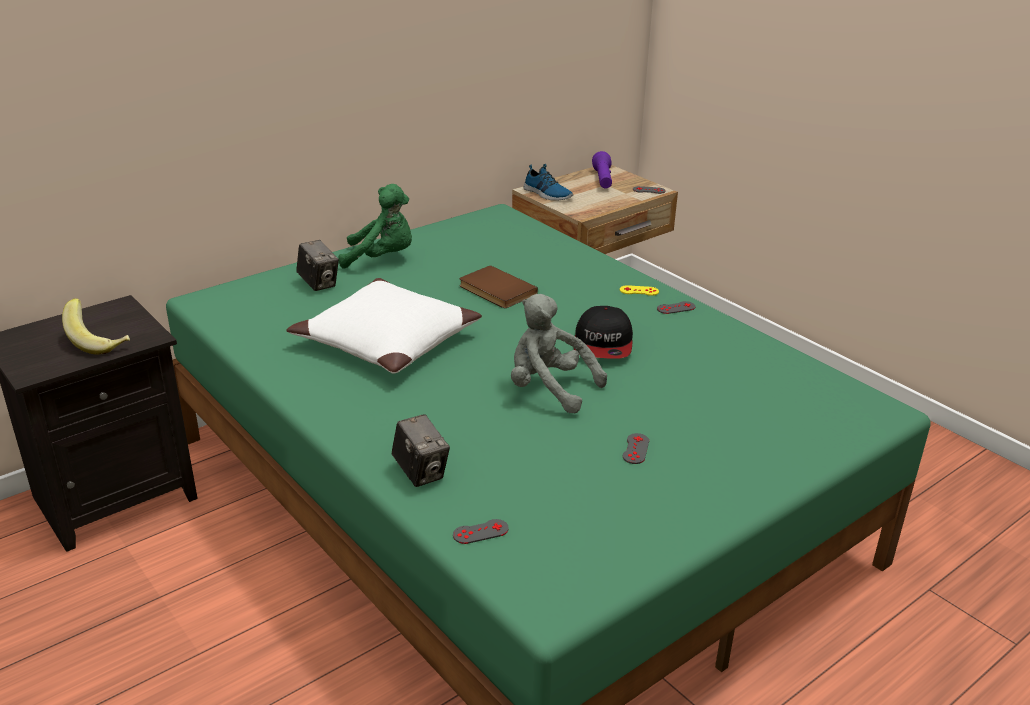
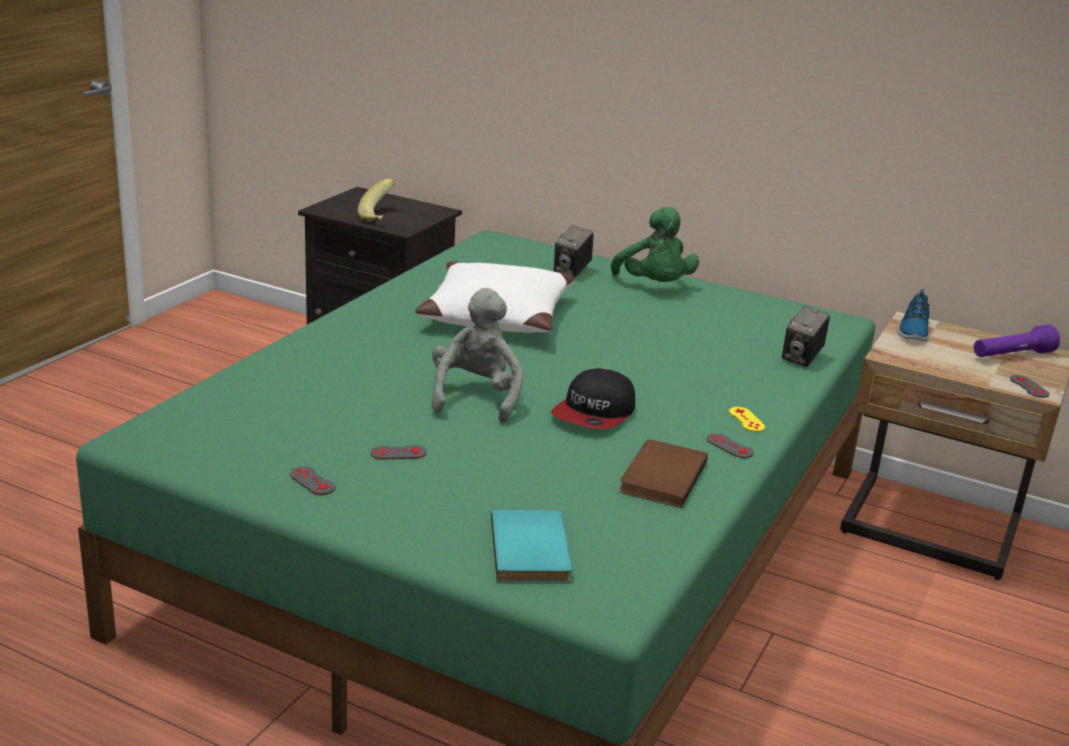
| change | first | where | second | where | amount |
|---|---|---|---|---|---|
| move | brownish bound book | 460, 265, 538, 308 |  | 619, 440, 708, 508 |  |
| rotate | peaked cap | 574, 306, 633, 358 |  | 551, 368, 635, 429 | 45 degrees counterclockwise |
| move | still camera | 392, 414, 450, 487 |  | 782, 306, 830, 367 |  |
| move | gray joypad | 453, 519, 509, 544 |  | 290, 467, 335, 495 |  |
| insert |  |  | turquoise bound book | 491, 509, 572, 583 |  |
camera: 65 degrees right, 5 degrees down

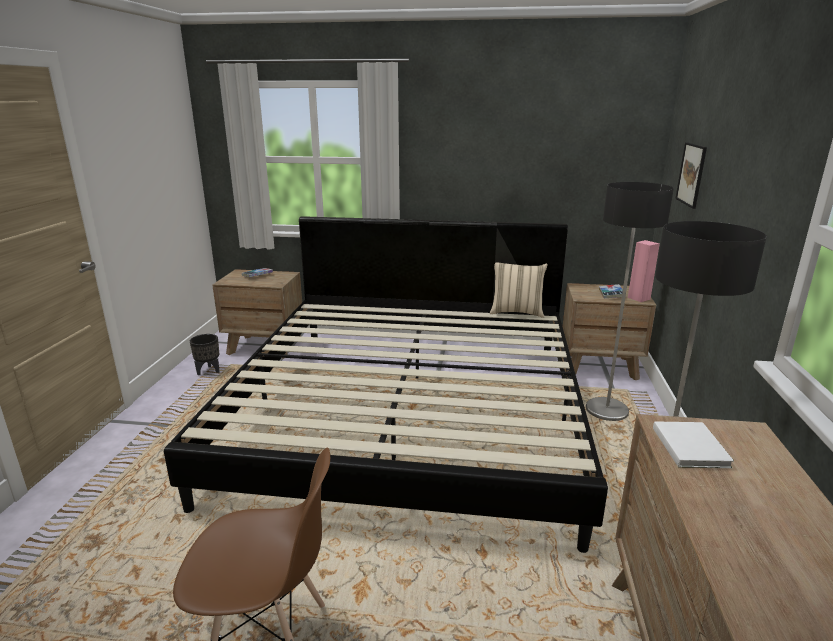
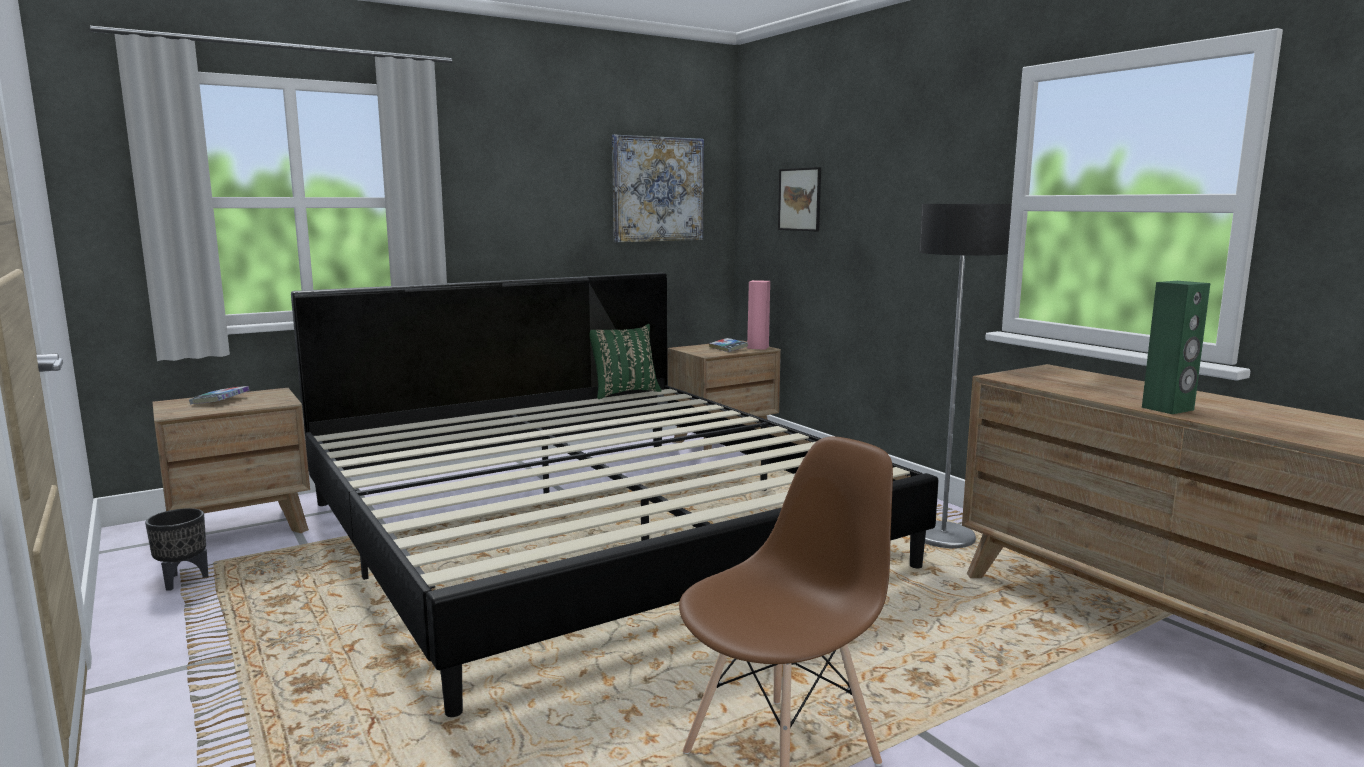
| change | first | where | second | where | amount |
|---|---|---|---|---|---|
| delete | standard lamp | 586, 182, 674, 421 |  |  |  |
| recolor | beige cushion | 490, 262, 547, 318 | greenish cushion | 590, 324, 661, 399 |  |
| delete | whitish bound book | 653, 421, 734, 468 |  |  |  |
| insert |  |  | picture | 612, 135, 704, 242 |  |
| insert |  |  | greenish audio speaker | 1142, 281, 1211, 414 |  |
camera: 40 degrees left, 10 degrees down

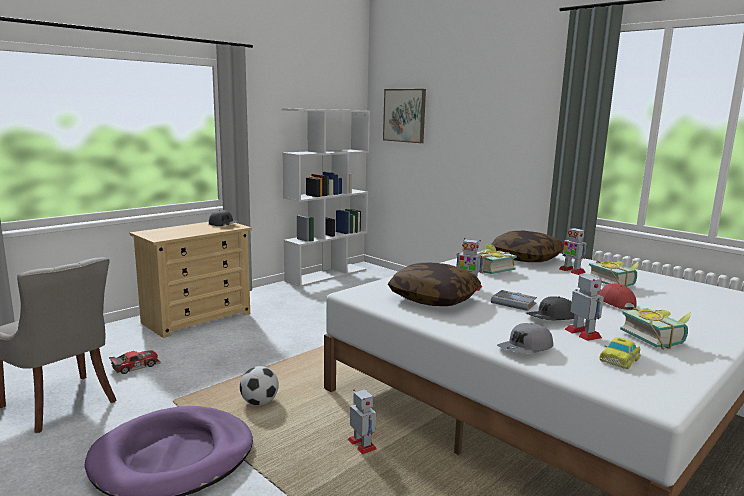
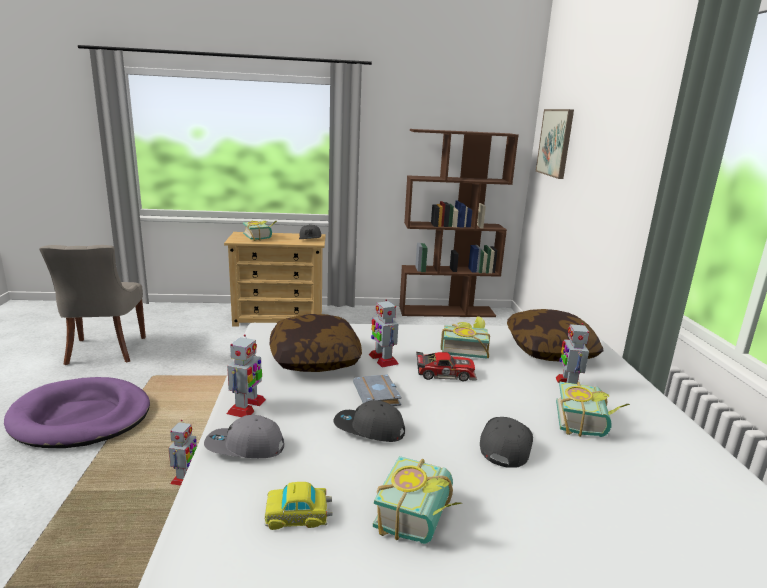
| change | first | where | second | where | amount |
|---|---|---|---|---|---|
| recolor | whitish bookcase | 282, 108, 370, 287 | brownish bookcase | 399, 129, 519, 317 |  |
| move | robot figure | 565, 273, 604, 341 |  | 227, 334, 266, 417 |  |
| recolor | red-coloured peaked cap | 597, 284, 637, 310 | gray peaked cap | 480, 417, 533, 468 |  |
| move | toy car | 109, 350, 161, 374 |  | 416, 352, 477, 381 |  |
| delete | ball for football | 240, 366, 279, 405 |  |  |  |
| insert |  |  | bound book | 243, 221, 277, 241 |  |
camera: 40 degrees right, 5 degrees up

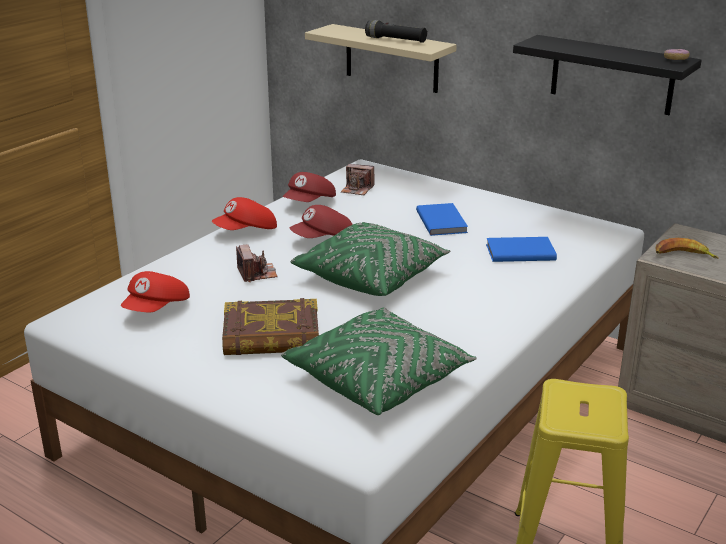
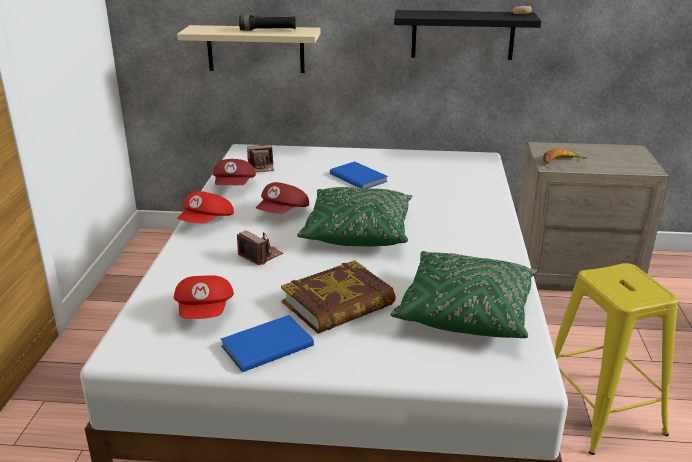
| change | first | where | second | where | amount |
|---|---|---|---|---|---|
| move | blue bound book | 486, 237, 557, 262 |  | 221, 315, 314, 372 |  |
camera: 30 degrees left, 0 degrees up

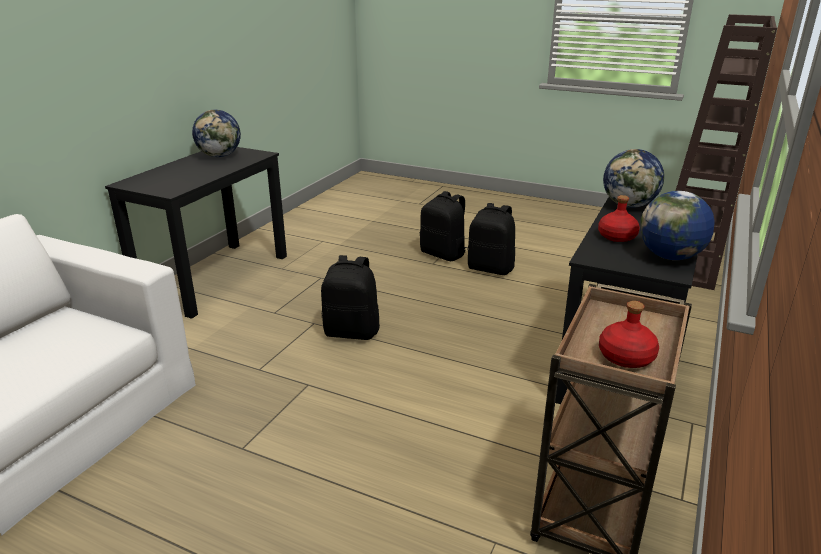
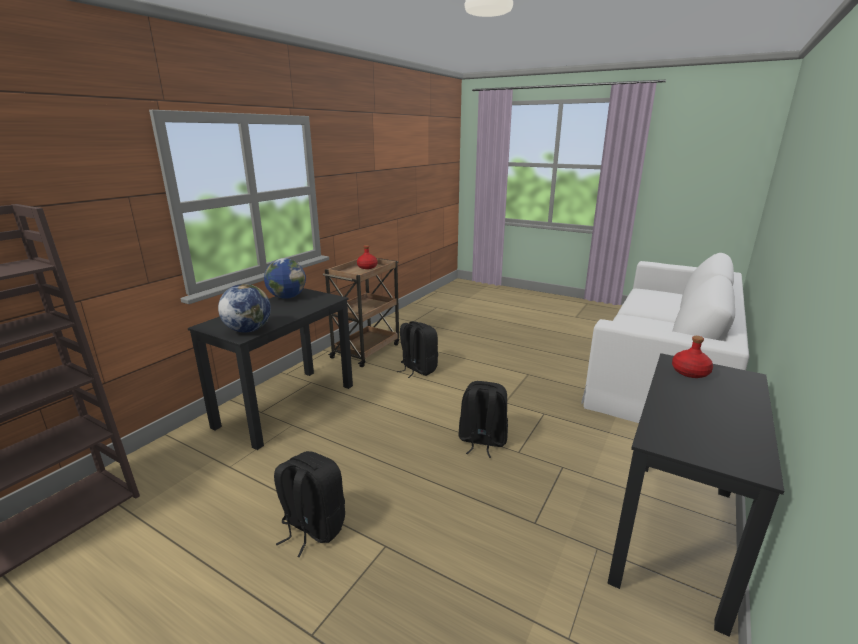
| change | first | where | second | where | amount |
|---|---|---|---|---|---|
| delete | desk globe | 192, 110, 241, 157 |  |  |  |
| move | black-coloured backpack | 420, 191, 467, 261 |  | 397, 321, 438, 378 |  |
| move | red-coloured beverage bottle | 598, 195, 640, 242 |  | 672, 336, 713, 378 |  |
camera: 175 degrees left, 5 degrees down

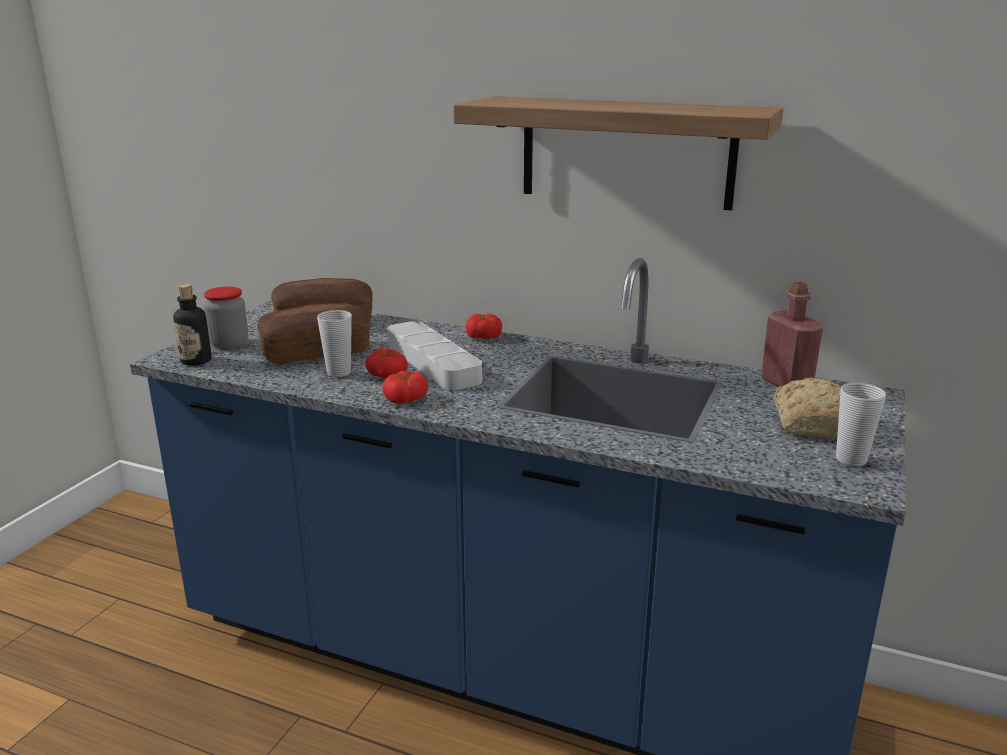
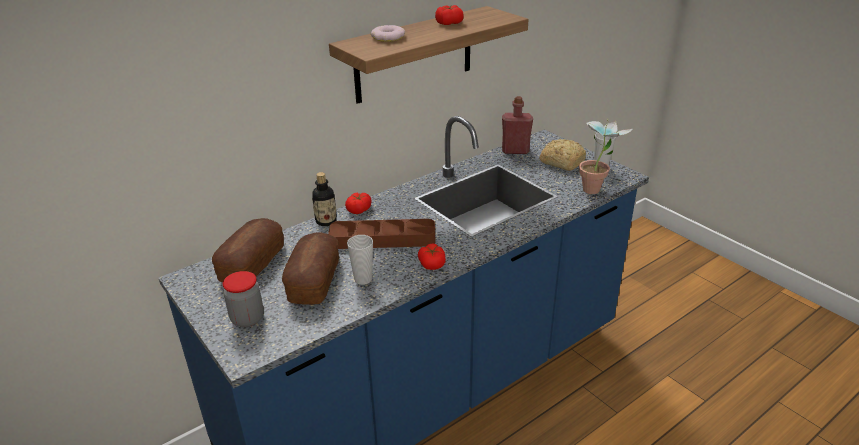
| change | first | where | second | where | amount |
|---|---|---|---|---|---|
| move | beverage bottle | 173, 284, 212, 366 |  | 312, 172, 337, 226 |  |
| recolor | gray carrying tray | 387, 321, 482, 390 | brownish carrying tray | 328, 219, 435, 249 |  |
| move | fresh tomato | 365, 348, 408, 379 |  | 435, 5, 464, 25 |  |
| insert |  |  | doughnut | 371, 25, 405, 42 |  |
| insert |  |  | plant in a pot | 579, 119, 633, 194 |  |
camera: 60 degrees left, 10 degrees up

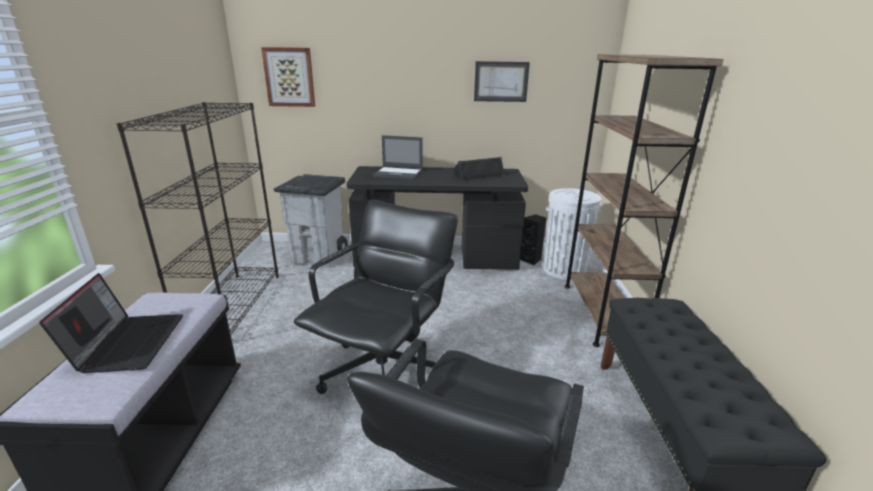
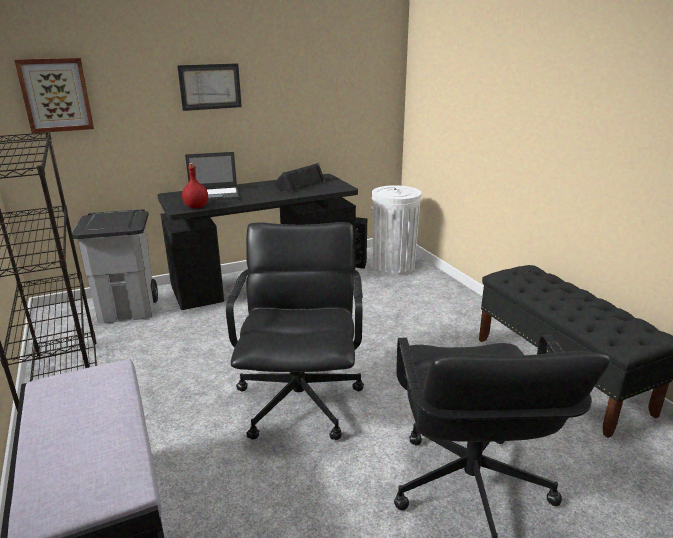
| change | first | where | second | where | amount |
|---|---|---|---|---|---|
| delete | brownish bookcase | 565, 54, 724, 347 |  |  |  |
| move | picture | 474, 61, 530, 102 |  | 177, 63, 242, 111 |  |
| delete | portable computer | 39, 273, 183, 373 |  |  |  |
| insert |  |  | red-coloured beverage bottle | 182, 163, 208, 208 |  |
camera: 25 degrees left, 0 degrees up

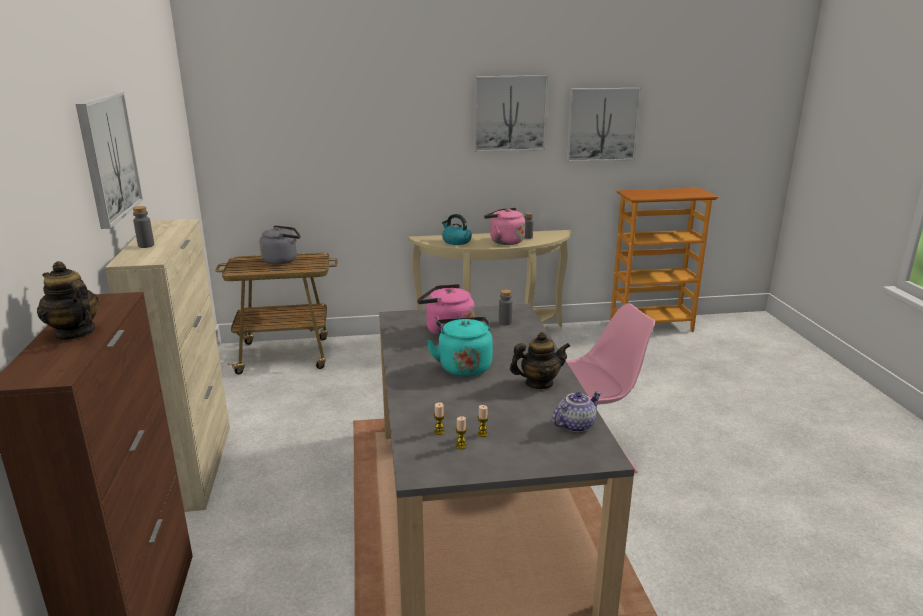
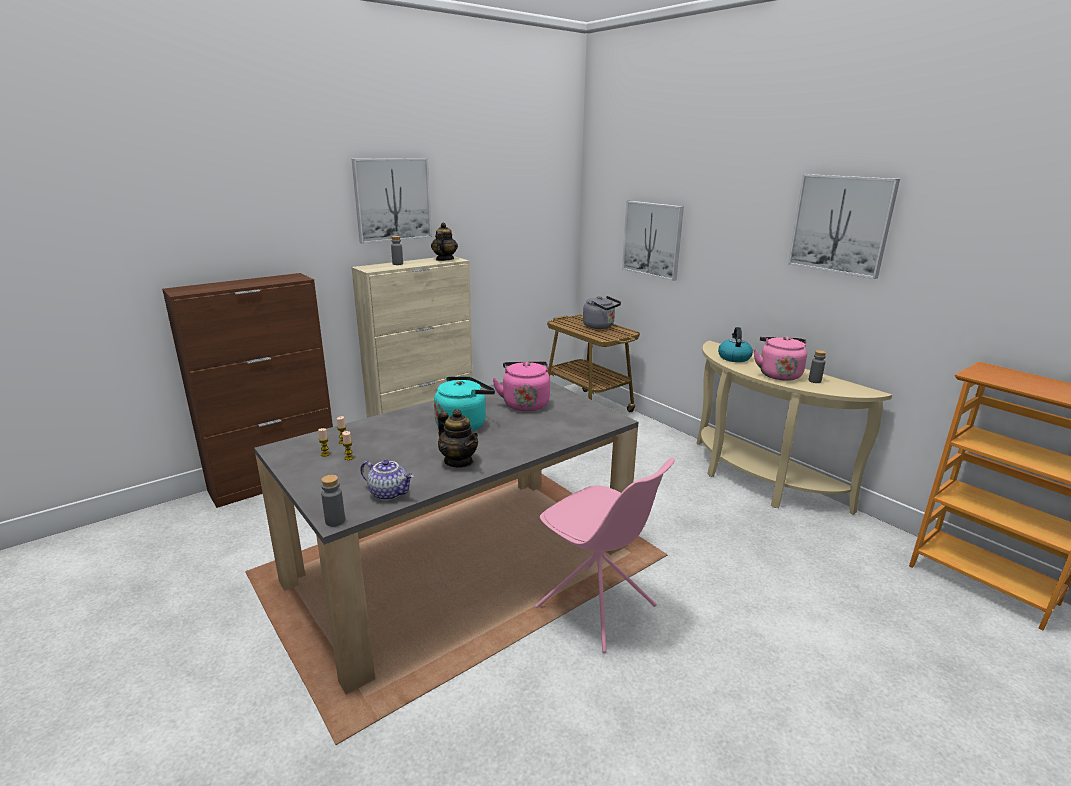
| change | first | where | second | where | amount |
|---|---|---|---|---|---|
| move | picture | 566, 88, 642, 162 |  | 622, 201, 684, 281 |  |
| move | teapot | 37, 261, 99, 341 |  | 431, 222, 458, 261 |  |
| move | gray beverage bottle | 499, 289, 512, 325 |  | 321, 475, 345, 527 |  |
camera: 60 degrees right, 0 degrees up

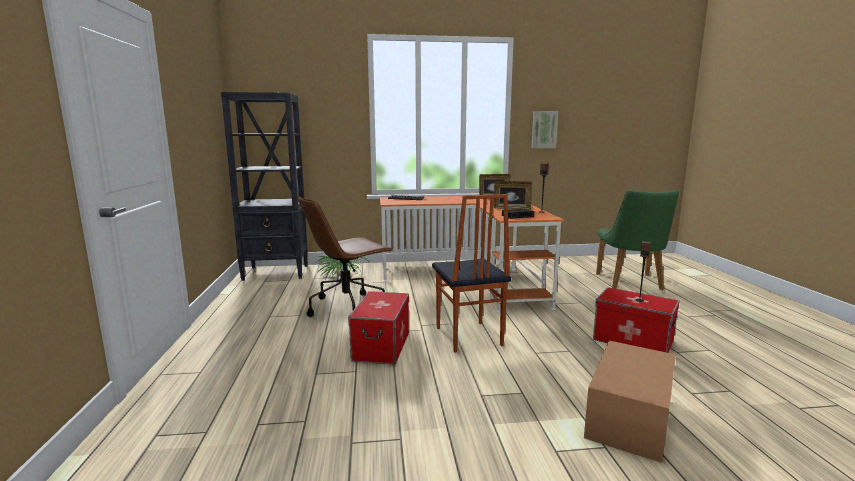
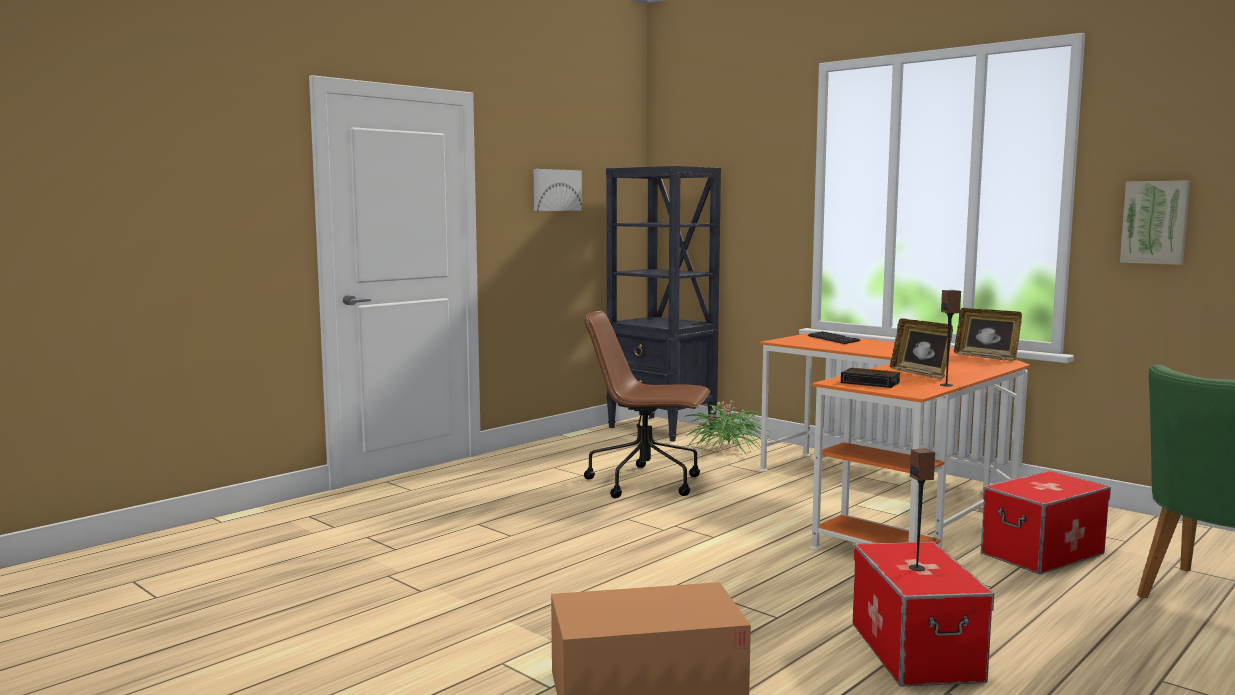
| change | first | where | second | where | amount |
|---|---|---|---|---|---|
| delete | chair | 432, 194, 511, 353 |  |  |  |
| move | storage bin | 348, 291, 409, 364 |  | 981, 471, 1111, 574 |  |
| insert |  |  | picture | 534, 169, 582, 211 |  |
camera: 50 degrees right, 5 degrees down

